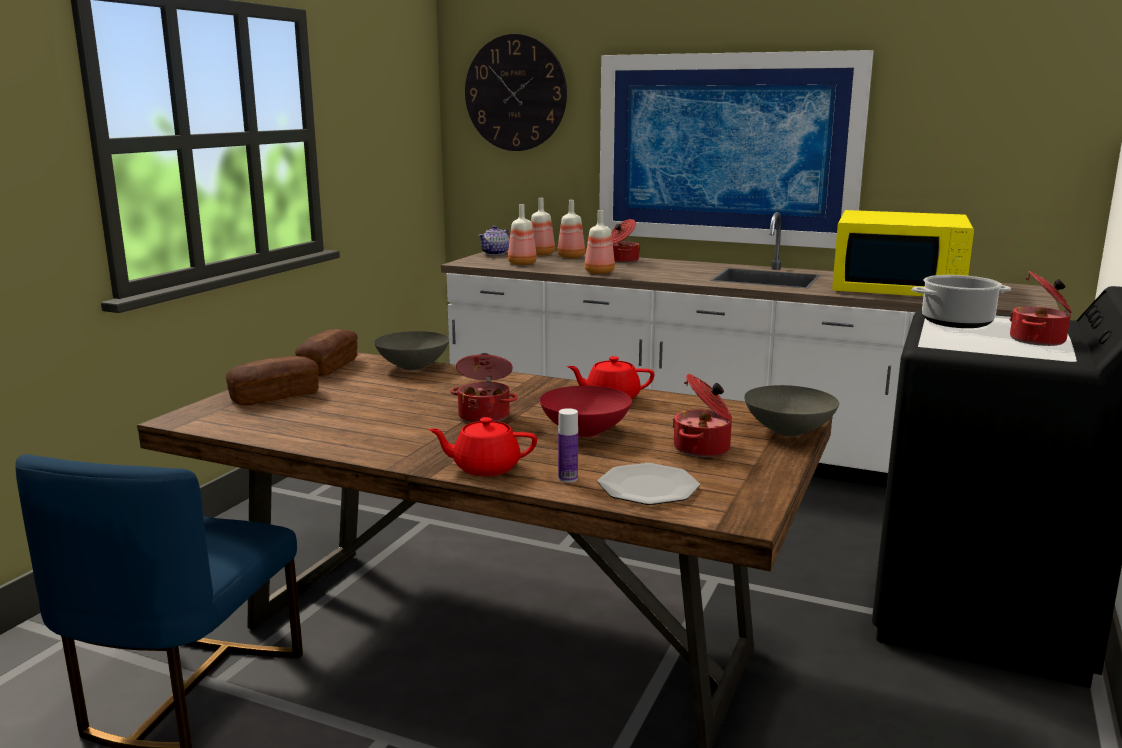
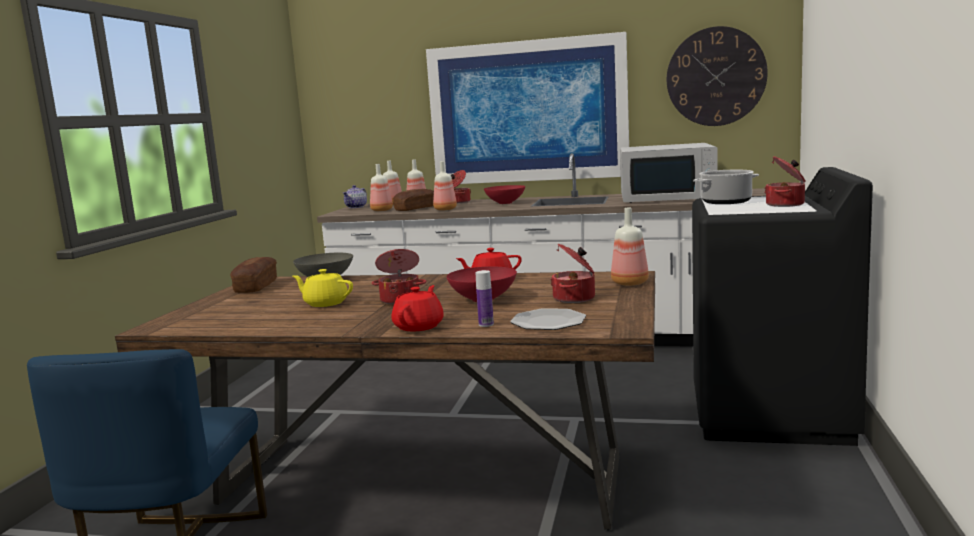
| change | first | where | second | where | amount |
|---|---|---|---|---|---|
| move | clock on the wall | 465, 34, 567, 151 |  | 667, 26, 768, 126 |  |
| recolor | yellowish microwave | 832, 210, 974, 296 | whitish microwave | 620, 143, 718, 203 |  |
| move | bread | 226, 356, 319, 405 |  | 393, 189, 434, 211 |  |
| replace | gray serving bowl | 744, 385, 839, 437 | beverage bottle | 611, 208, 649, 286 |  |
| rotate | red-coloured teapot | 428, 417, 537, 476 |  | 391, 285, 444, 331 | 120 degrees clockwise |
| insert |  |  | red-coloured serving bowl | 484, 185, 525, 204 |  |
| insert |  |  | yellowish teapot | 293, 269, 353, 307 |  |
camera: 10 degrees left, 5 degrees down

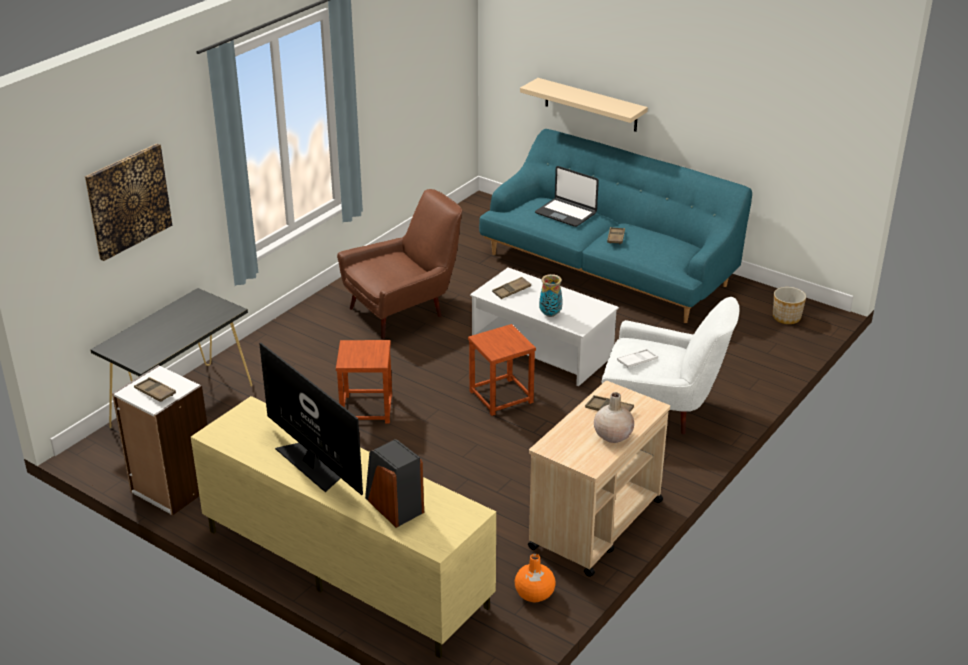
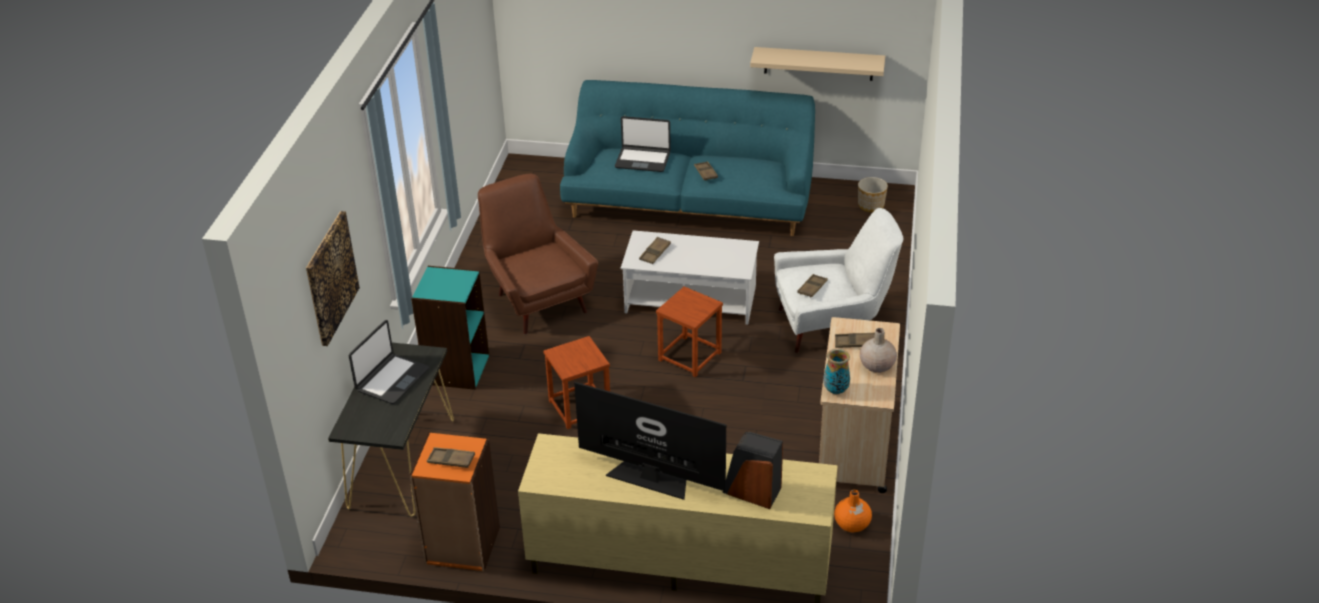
| change | first | where | second | where | amount |
|---|---|---|---|---|---|
| move | beige wall shelf | 520, 78, 648, 132 |  | 750, 47, 885, 81 |  |
| rotate | brownish lounge chair | 337, 189, 462, 339 |  | 478, 174, 598, 335 | 60 degrees counterclockwise |
| move | decorative vase | 539, 274, 563, 317 |  | 823, 348, 850, 394 |  |
| recolor | whitish carrying tray | 617, 349, 658, 368 | brownish carrying tray | 797, 274, 828, 297 |  |
| recolor | whitish bookcase | 112, 365, 207, 516 | orangey bookcase | 409, 432, 500, 571 |  |
| insert |  |  | turquoise bookcase | 411, 266, 489, 390 |  |
| insert |  |  | portable computer | 349, 320, 429, 404 |  |
camera: 25 degrees left, 5 degrees up

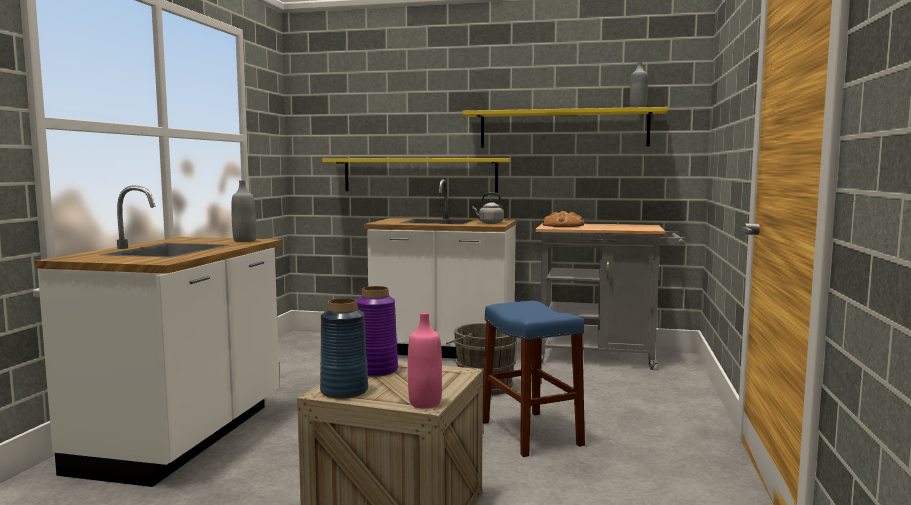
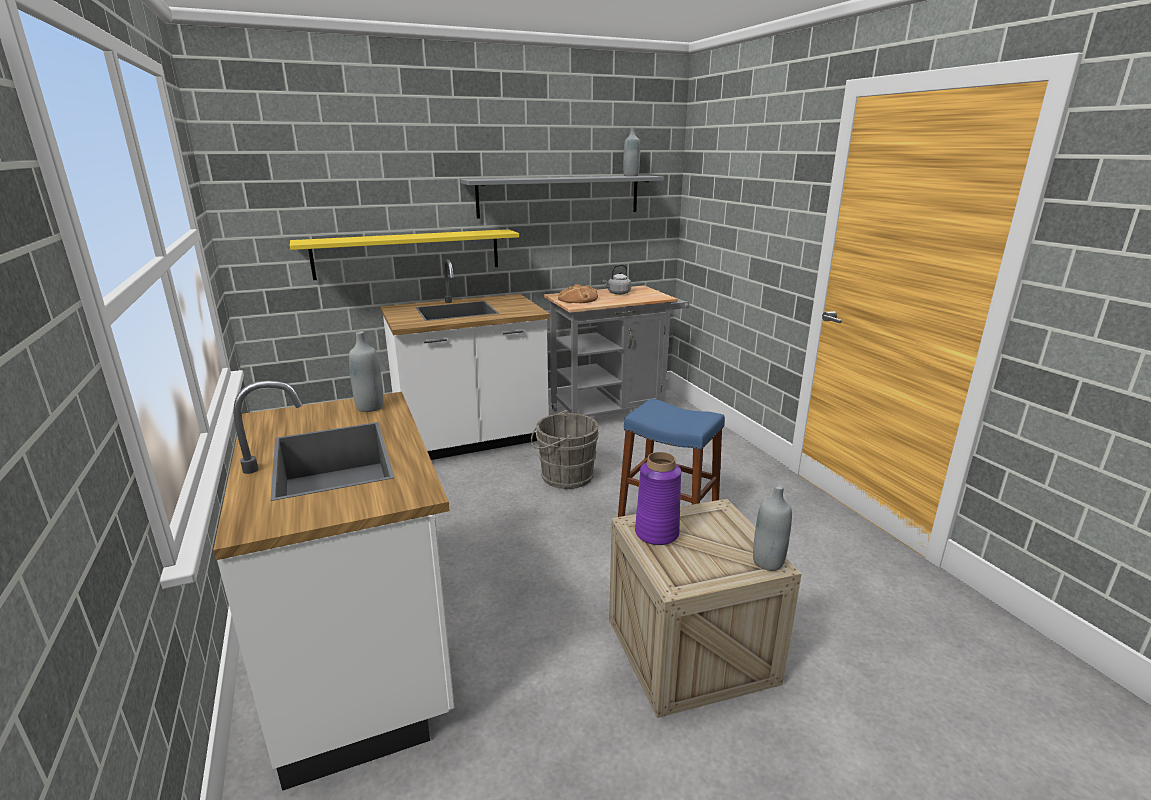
| change | first | where | second | where | amount |
|---|---|---|---|---|---|
| recolor | yellowish wall shelf | 463, 107, 668, 147 | gray wall shelf | 460, 175, 664, 219 |  |
| move | gray tea kettle | 472, 193, 504, 224 |  | 603, 264, 631, 295 |  |
| delete | blue decorative vase | 320, 298, 368, 399 |  |  |  |
| recolor | pink-coloured beverage bottle | 408, 312, 442, 408 | gray beverage bottle | 753, 485, 792, 571 |  |
camera: 35 degrees left, 15 degrees up

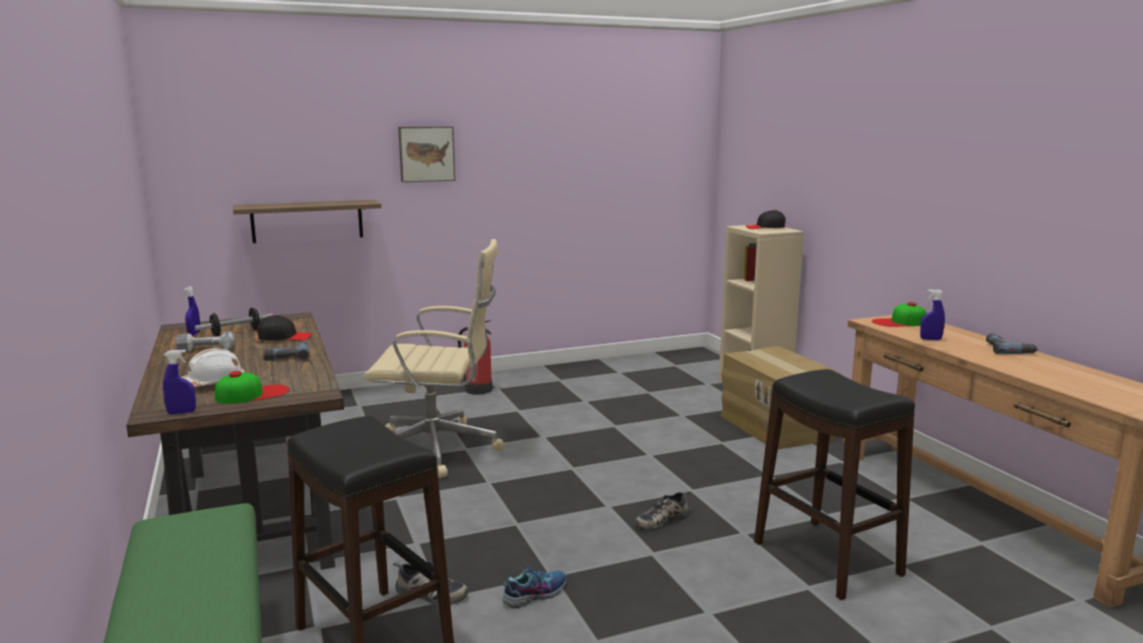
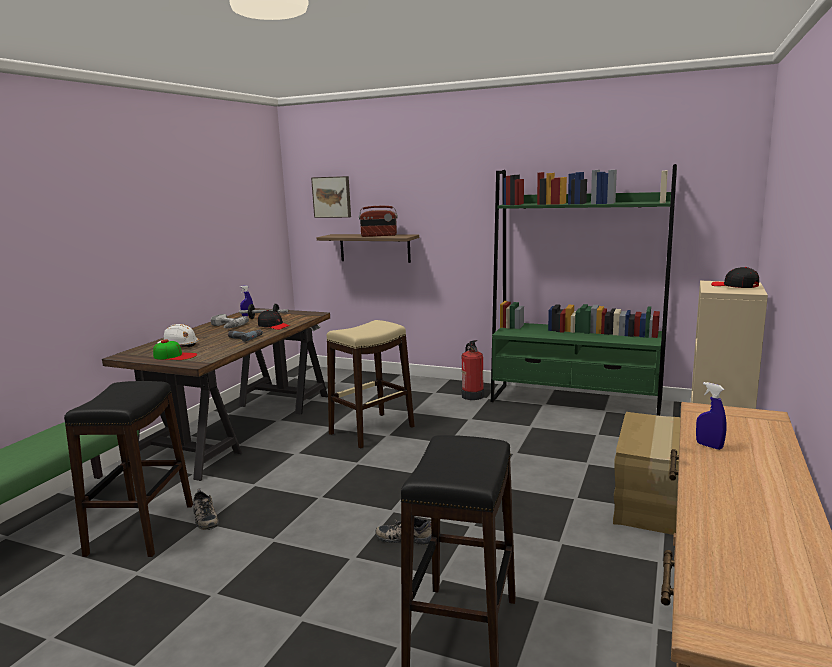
| change | first | where | second | where | amount |
|---|---|---|---|---|---|
| move | picture | 398, 126, 455, 182 |  | 311, 176, 351, 218 |  |
| replace | beige desk chair | 364, 239, 505, 478 | beige stool | 327, 320, 415, 449 |  |
| delete | peaked cap | 872, 302, 927, 327 |  |  |  |
| delete | electric drill | 986, 333, 1038, 354 |  |  |  |
| delete | blue spray bottle | 163, 350, 196, 414 |  |  |  |
| delete | item of footwear | 503, 561, 566, 608 |  |  |  |
| insert |  |  | greenish bookcase | 491, 164, 677, 416 |  |
| insert |  |  | radio receiver | 359, 206, 397, 237 |  |
camera: 45 degrees right, 0 degrees up

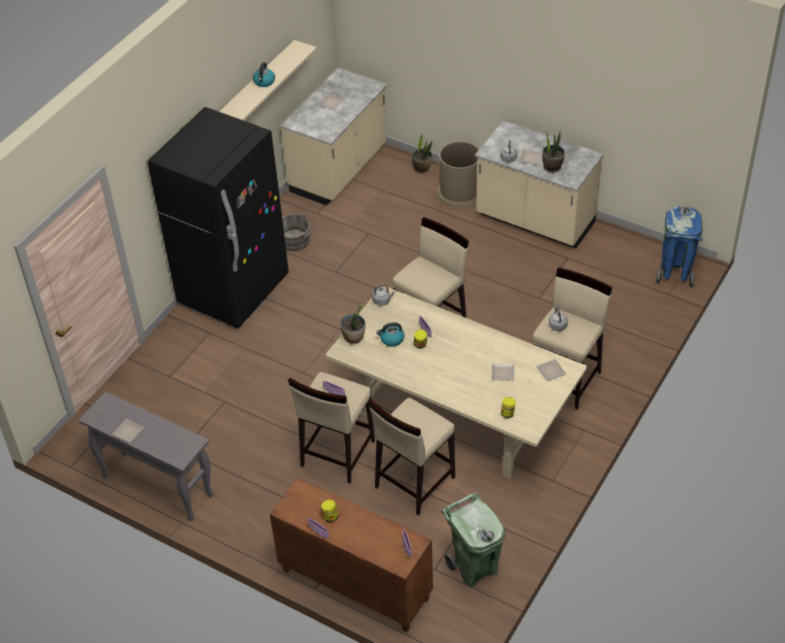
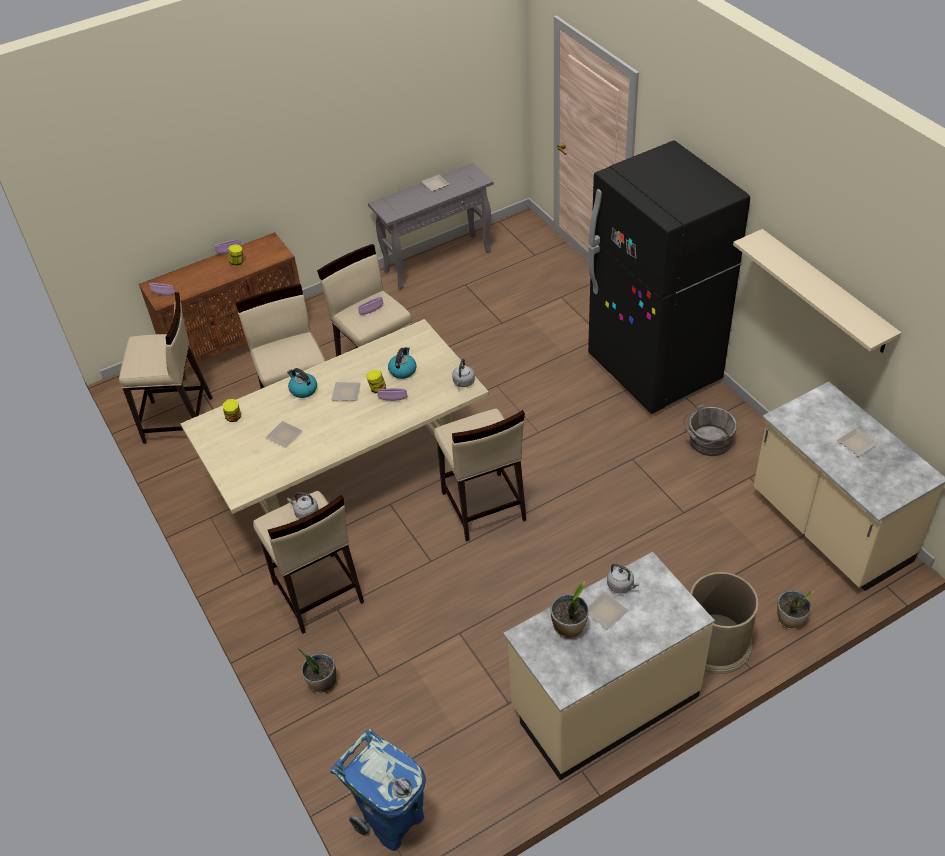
| change | first | where | second | where | amount |
|---|---|---|---|---|---|
| move | tea kettle | 253, 62, 275, 87 |  | 287, 368, 317, 398 |  |
| move | plant in a pot | 340, 304, 366, 344 |  | 298, 649, 337, 694 |  |
| move | flat dish | 536, 359, 566, 381 |  | 331, 382, 361, 401 |  |
| replace | greenish trash can | 441, 493, 505, 587 | beige stool | 119, 292, 213, 444 |  |
camera: 120 degrees right, 0 degrees up

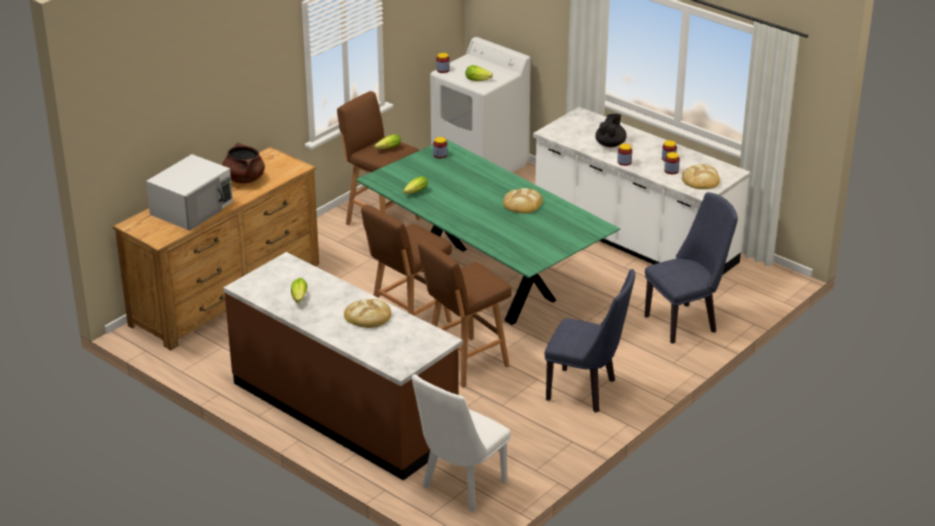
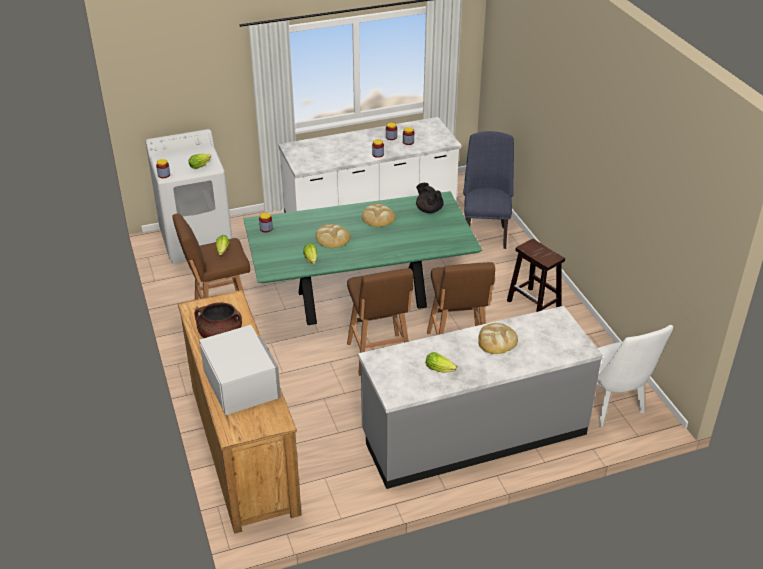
| change | first | where | second | where | amount |
|---|---|---|---|---|---|
| move | black-coloured teapot | 595, 114, 627, 147 |  | 416, 183, 444, 213 |  |
| move | bread | 682, 164, 720, 189 |  | 316, 224, 351, 248 |  |
| recolor | brownish kitchen base unit | 223, 252, 463, 481 | gray kitchen base unit | 358, 306, 603, 489 |  |
| replace | blue chair | 545, 269, 635, 413 | brownish stool | 507, 239, 565, 312 |  |
camera: 60 degrees left, 5 degrees up

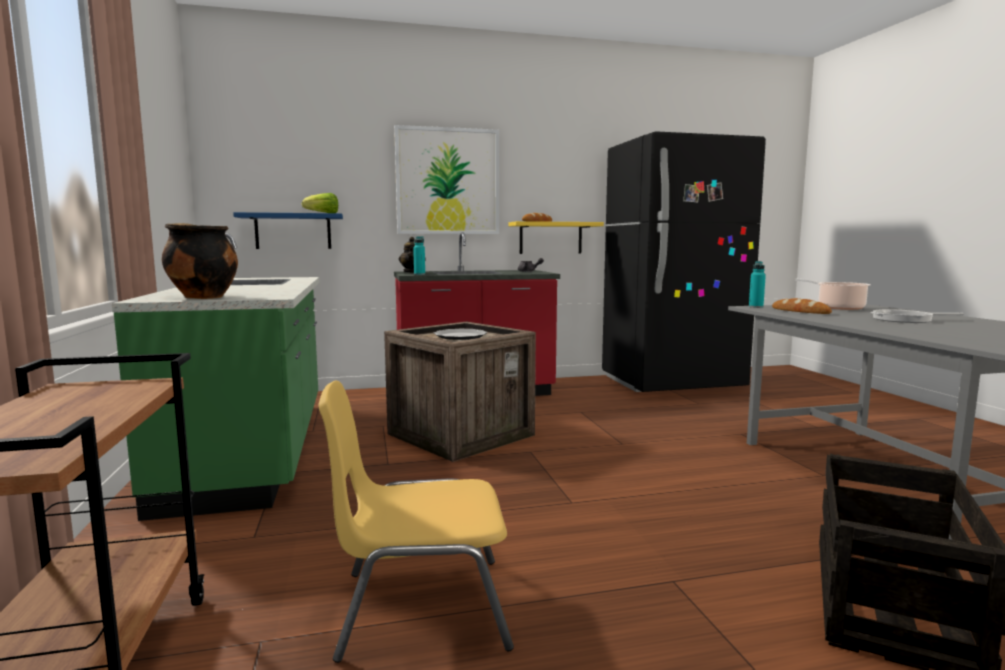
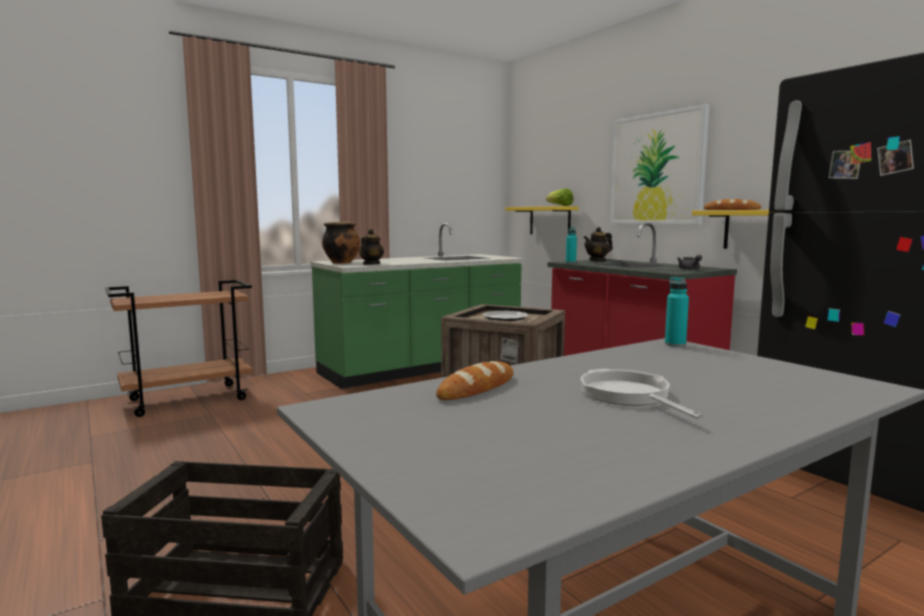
| change | first | where | second | where | amount |
|---|---|---|---|---|---|
| recolor | blue wall shelf | 233, 212, 343, 249 | yellowish wall shelf | 505, 206, 579, 234 |  |
| delete | saucepot | 795, 278, 871, 310 |  |  |  |
| move | bread | 772, 298, 832, 314 |  | 436, 361, 514, 400 |  |
| delete | yellowish chair | 318, 380, 514, 663 |  |  |  |
| insert |  |  | teapot | 359, 229, 384, 265 |  |
camera: 70 degrees right, 0 degrees up

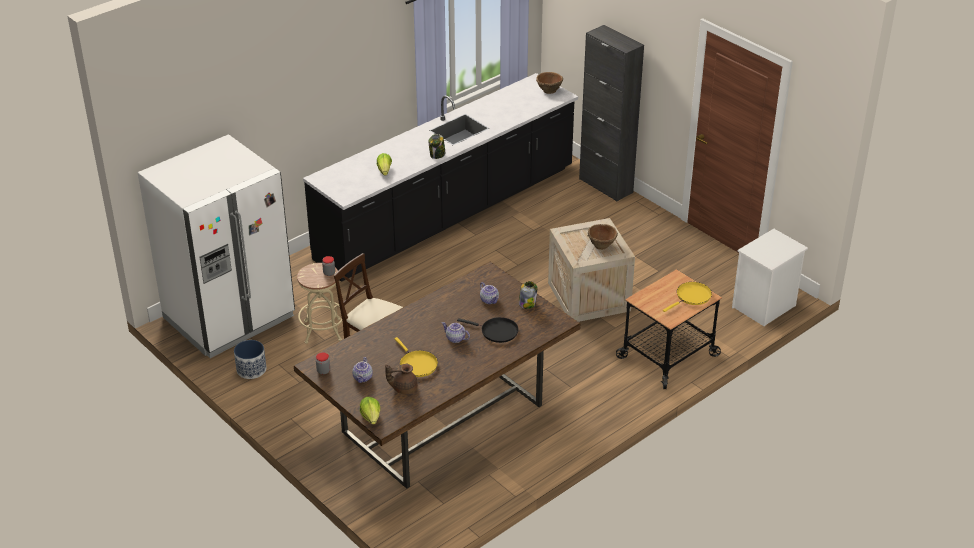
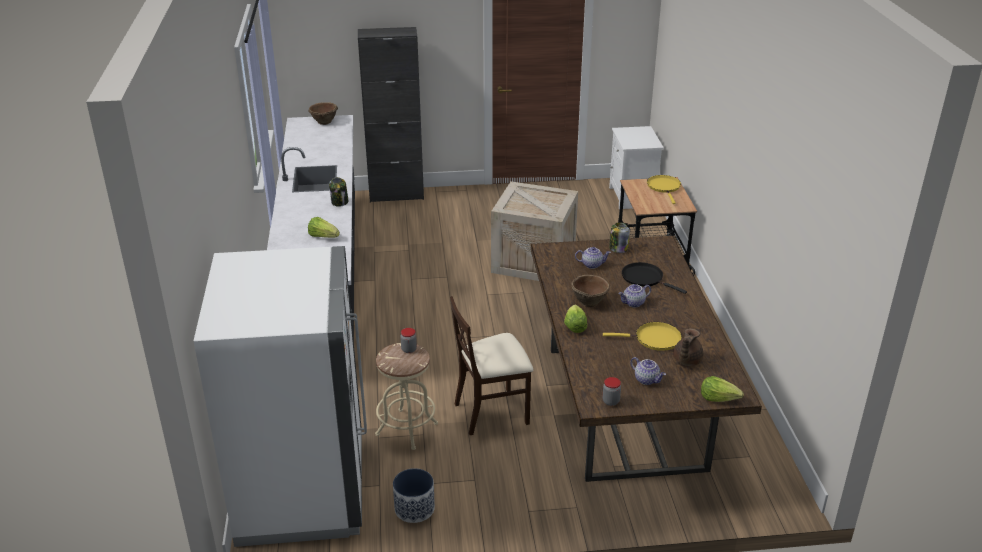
| change | first | where | second | where | amount |
|---|---|---|---|---|---|
| move | brownish serving bowl | 588, 224, 618, 250 |  | 571, 275, 610, 307 |  |
| rotate | black-coloured pan | 457, 317, 519, 343 |  | 622, 262, 687, 294 | 105 degrees counterclockwise |
| insert |  |  | head of lettuce | 564, 305, 587, 333 |  |
camera: 55 degrees left, 5 degrees down

